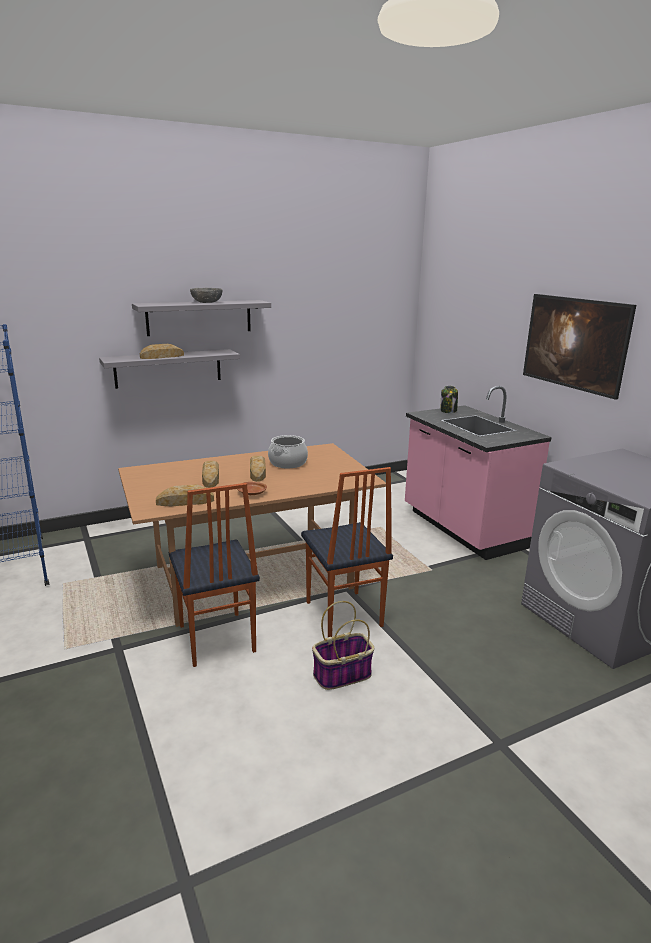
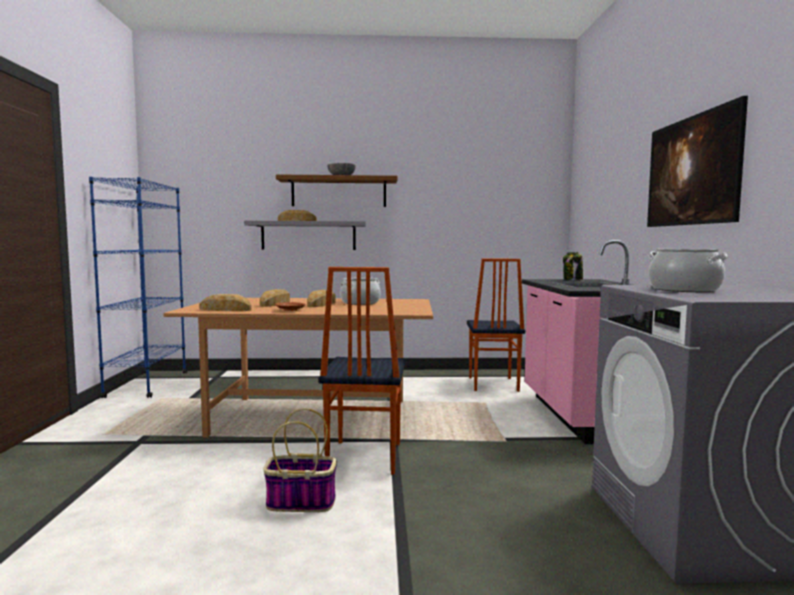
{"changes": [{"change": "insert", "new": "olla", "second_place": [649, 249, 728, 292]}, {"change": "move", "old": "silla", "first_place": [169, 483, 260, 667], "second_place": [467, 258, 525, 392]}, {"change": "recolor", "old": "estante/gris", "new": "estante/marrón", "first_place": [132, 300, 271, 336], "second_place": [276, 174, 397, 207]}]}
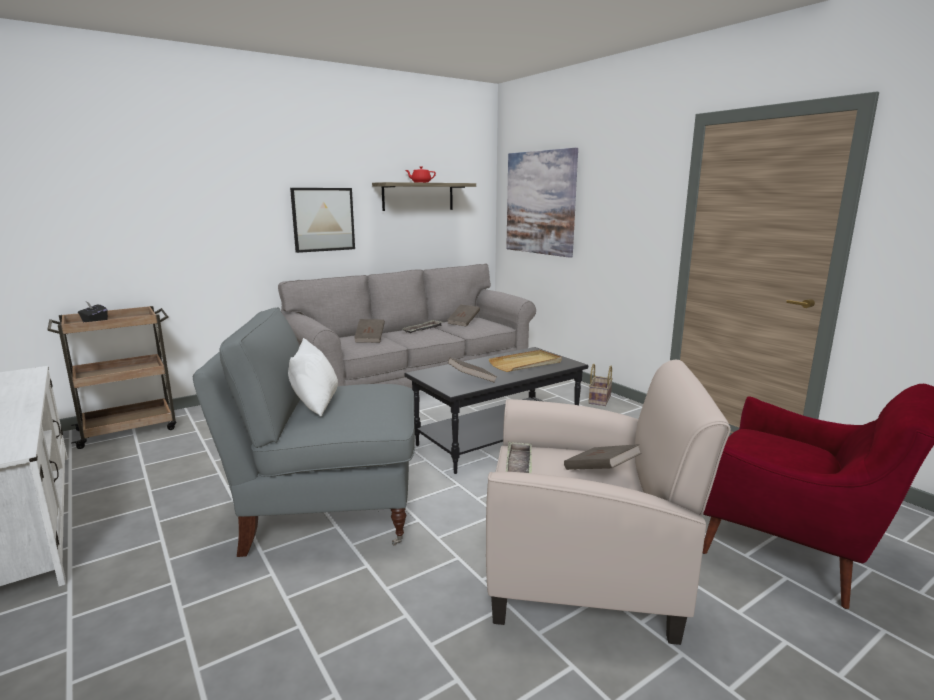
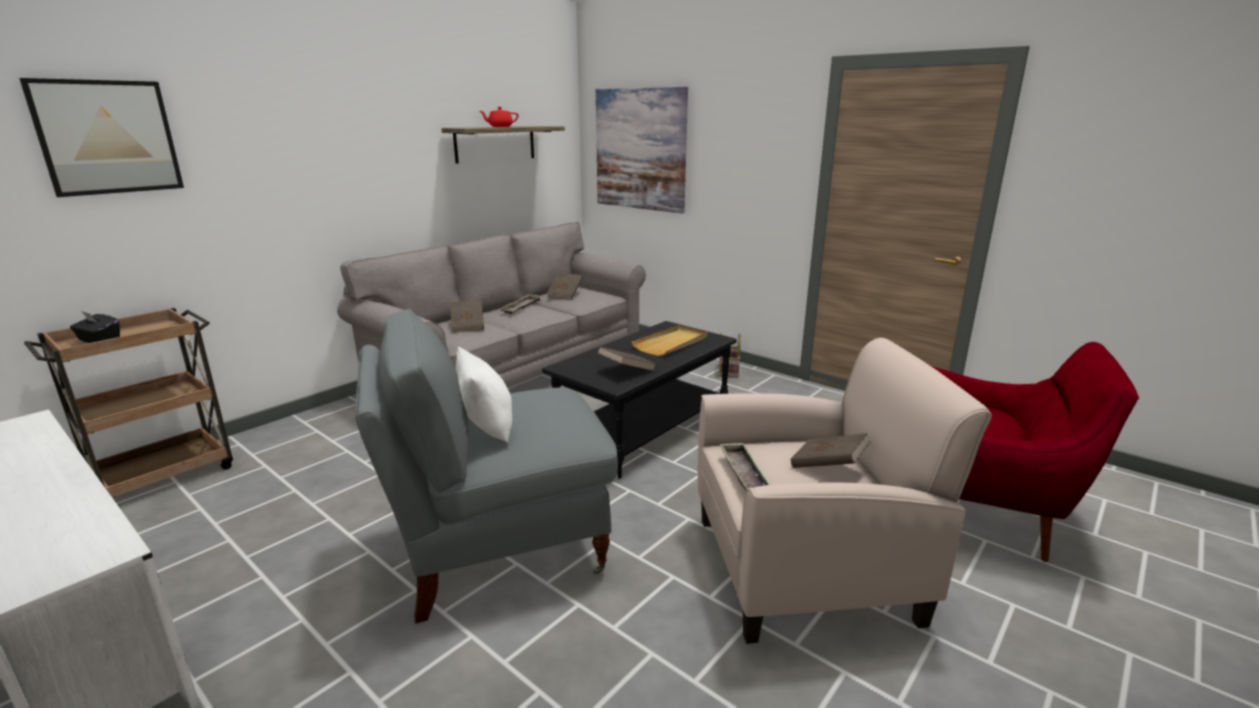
{"changes": [{"change": "move", "old": "cuadro", "first_place": [290, 188, 355, 253], "second_place": [19, 78, 184, 197]}]}
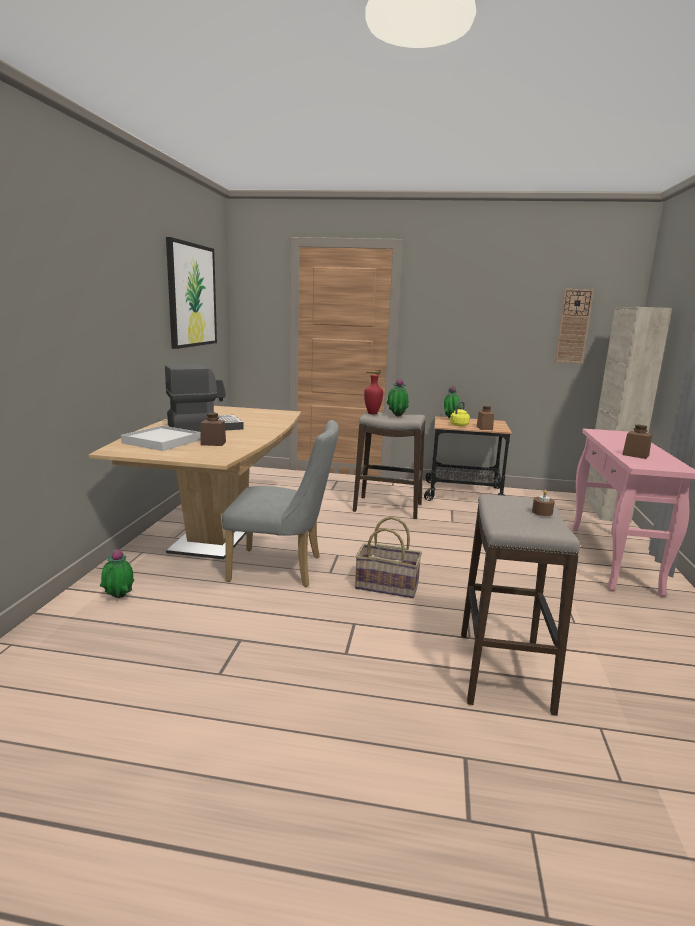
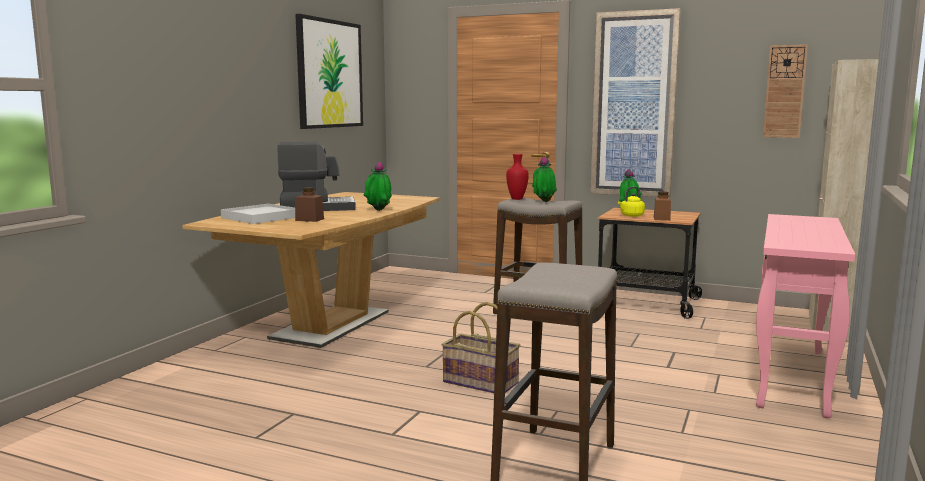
{"changes": [{"change": "delete", "old": "silla/gris", "first_place": [222, 420, 339, 587]}, {"change": "delete", "old": "vela/marrón", "first_place": [532, 490, 555, 516]}, {"change": "delete", "old": "tarro/marrón", "first_place": [622, 425, 652, 459]}, {"change": "insert", "new": "cuadro", "second_place": [590, 8, 681, 198]}, {"change": "move", "old": "planta en maceta", "first_place": [100, 549, 134, 598], "second_place": [364, 162, 392, 211]}]}
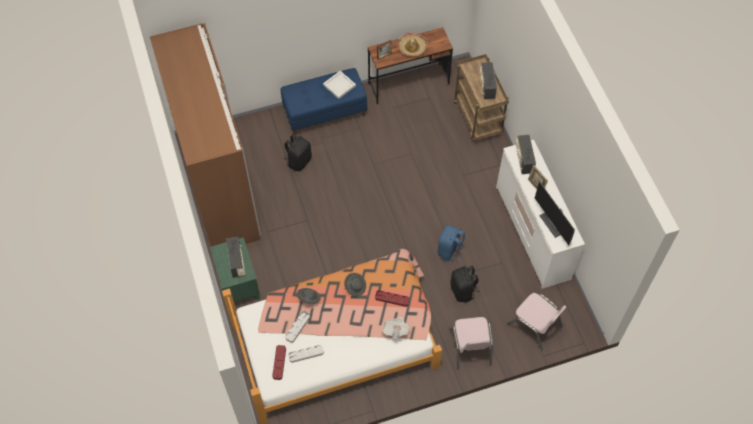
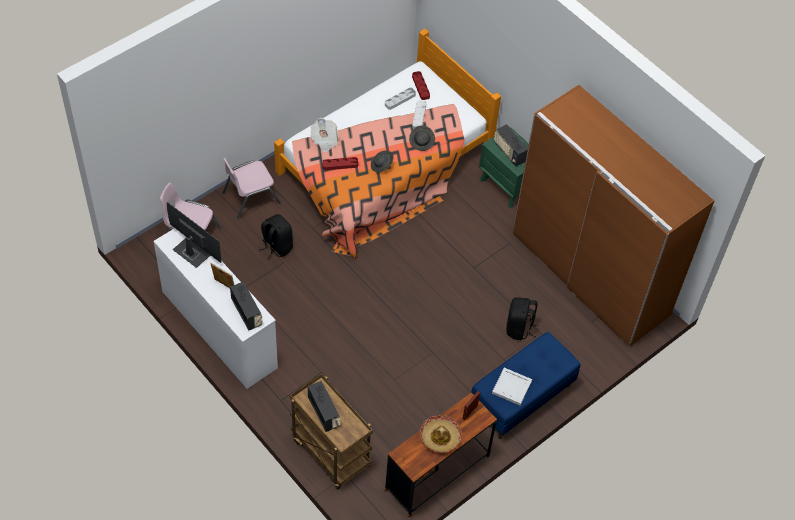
{"changes": [{"change": "delete", "old": "mochila/azul", "first_place": [438, 225, 467, 262]}, {"change": "rotate", "old": "silla/rosa", "first_place": [449, 317, 493, 369], "second_place": [223, 158, 281, 219], "degrees": -90}]}
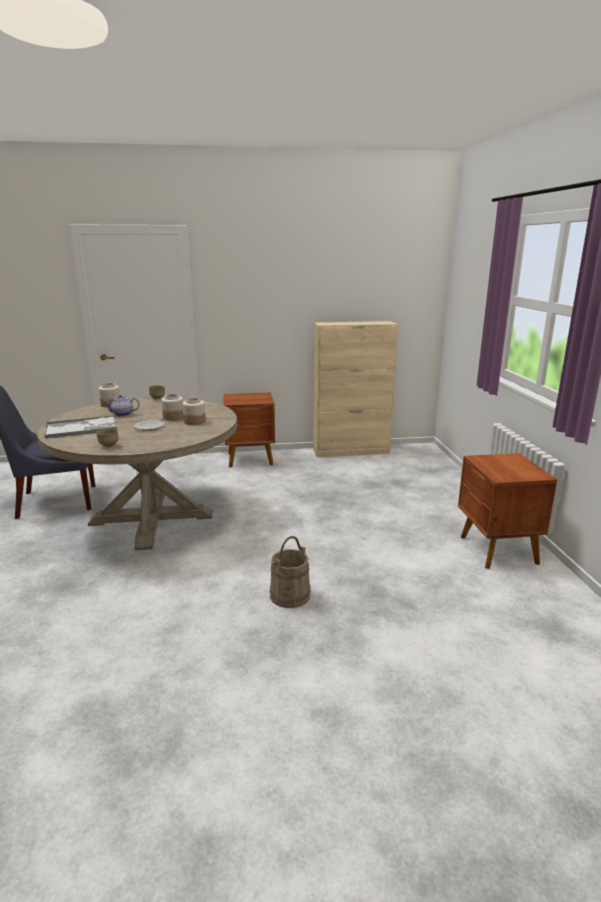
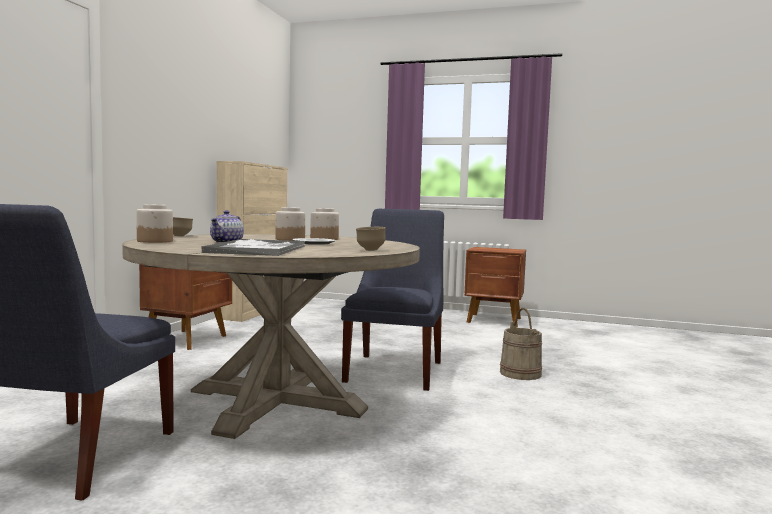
{"changes": [{"change": "insert", "new": "silla/azul", "second_place": [341, 209, 444, 391]}]}
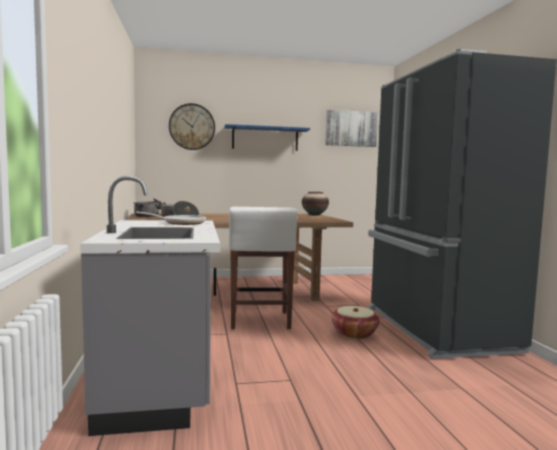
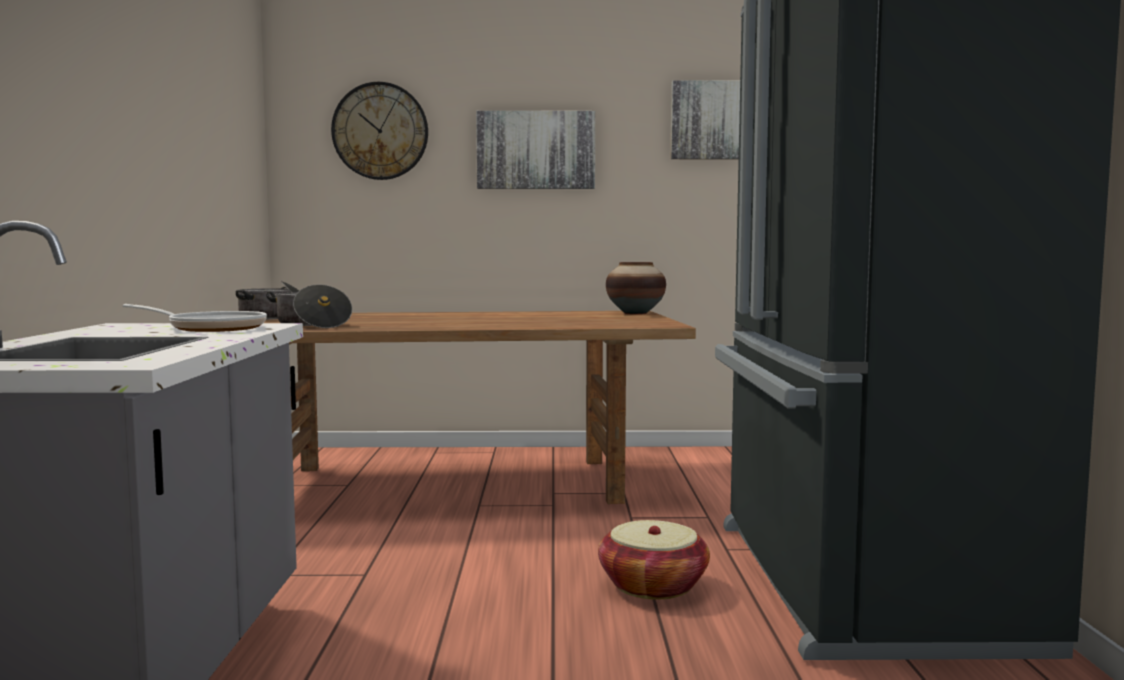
{"changes": [{"change": "delete", "old": "taburete/blanco", "first_place": [229, 207, 298, 329]}, {"change": "replace", "old": "estante/azul", "new": "cuadro", "first_place": [224, 124, 310, 151], "second_place": [476, 111, 595, 189]}]}
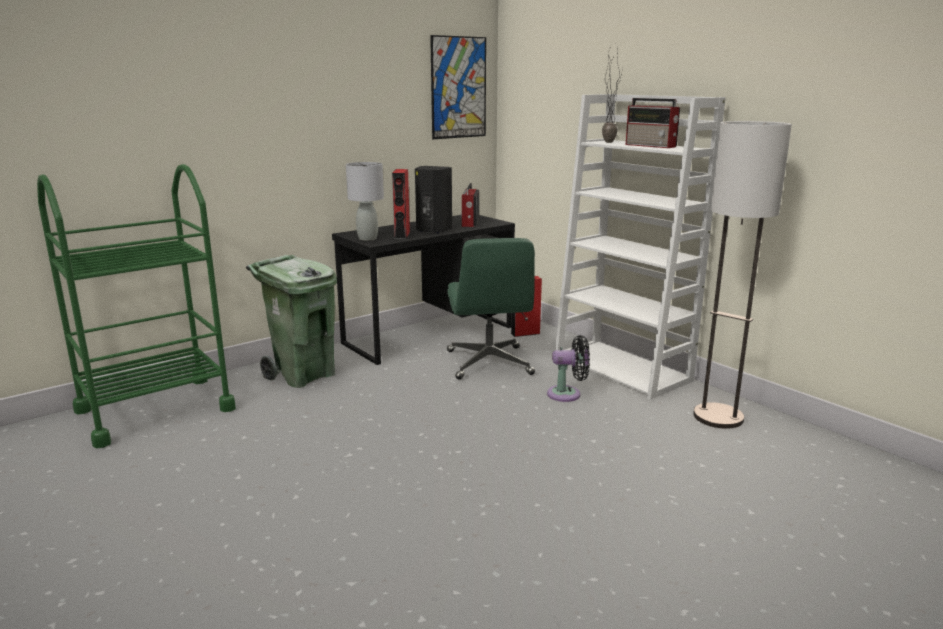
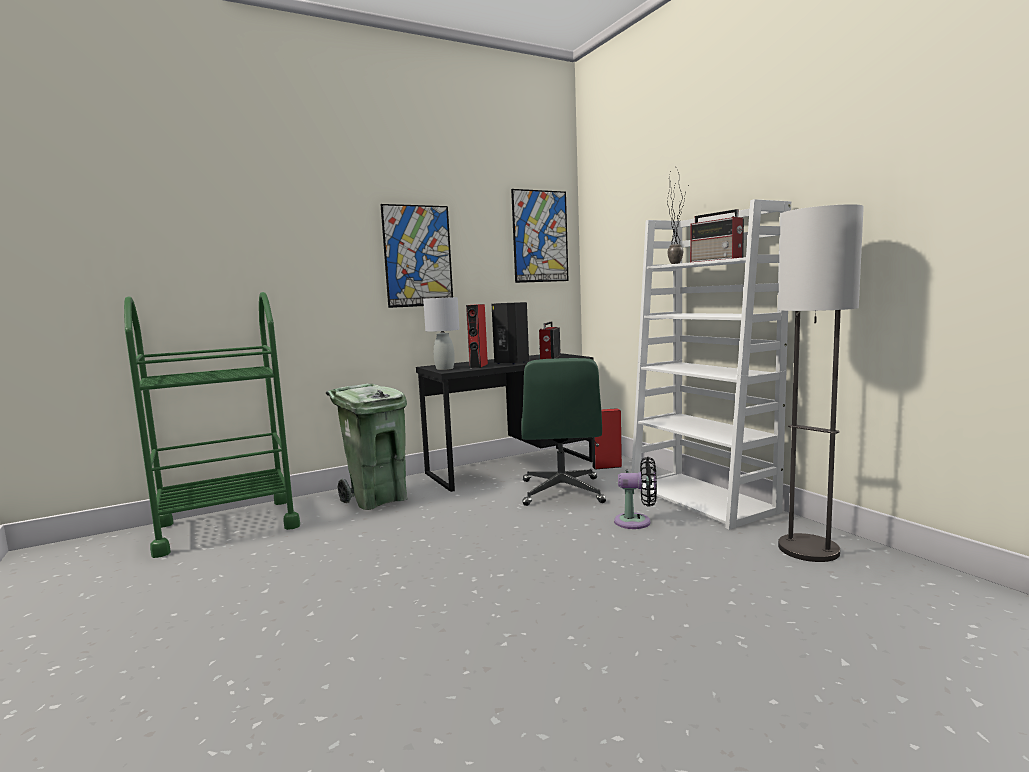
{"changes": [{"change": "insert", "new": "cuadro", "second_place": [380, 204, 453, 308]}]}
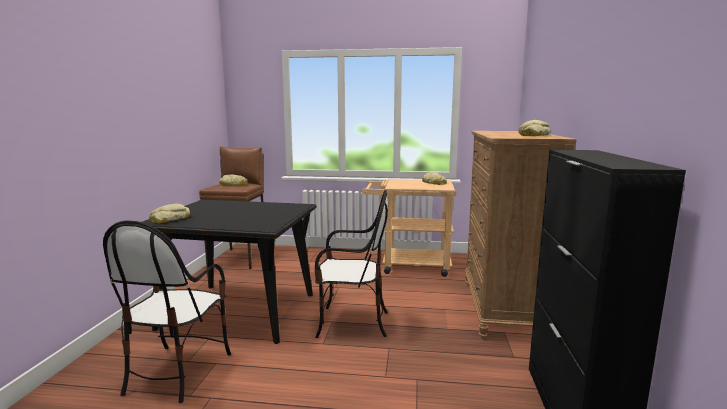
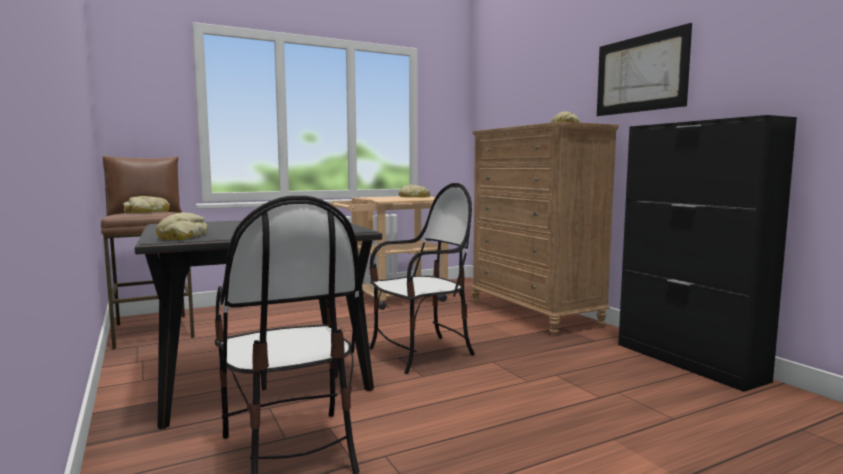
{"changes": [{"change": "insert", "new": "cuadro", "second_place": [597, 23, 692, 116]}]}
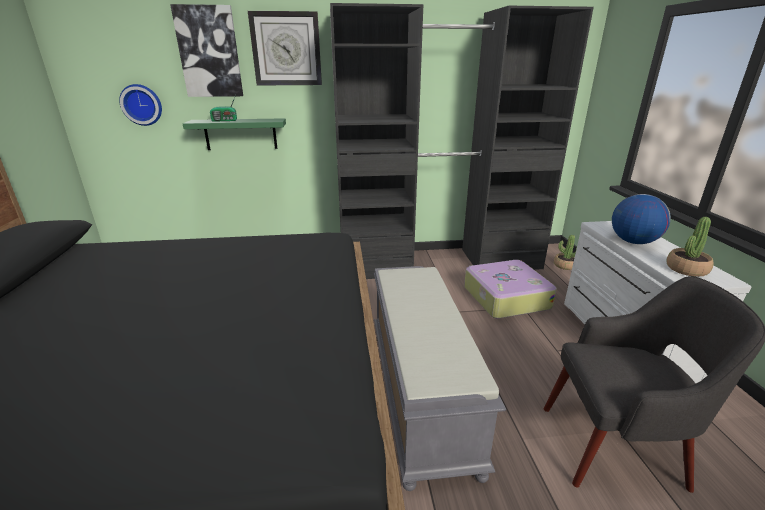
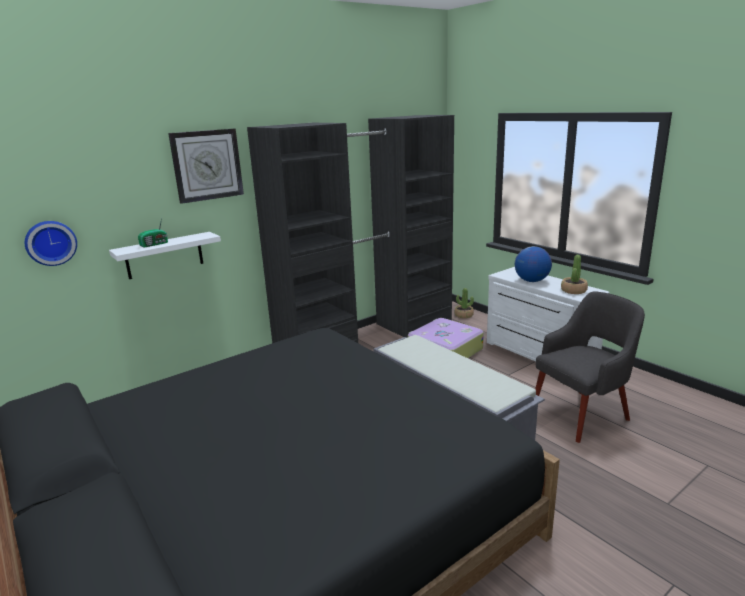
{"changes": [{"change": "delete", "old": "cuadro", "first_place": [170, 4, 243, 97]}, {"change": "recolor", "old": "estante/verde", "new": "estante/blanco", "first_place": [183, 118, 286, 150], "second_place": [109, 232, 221, 279]}]}
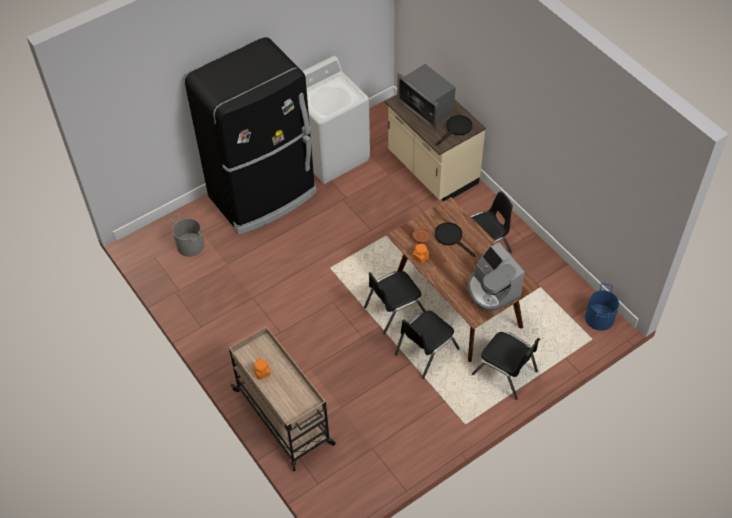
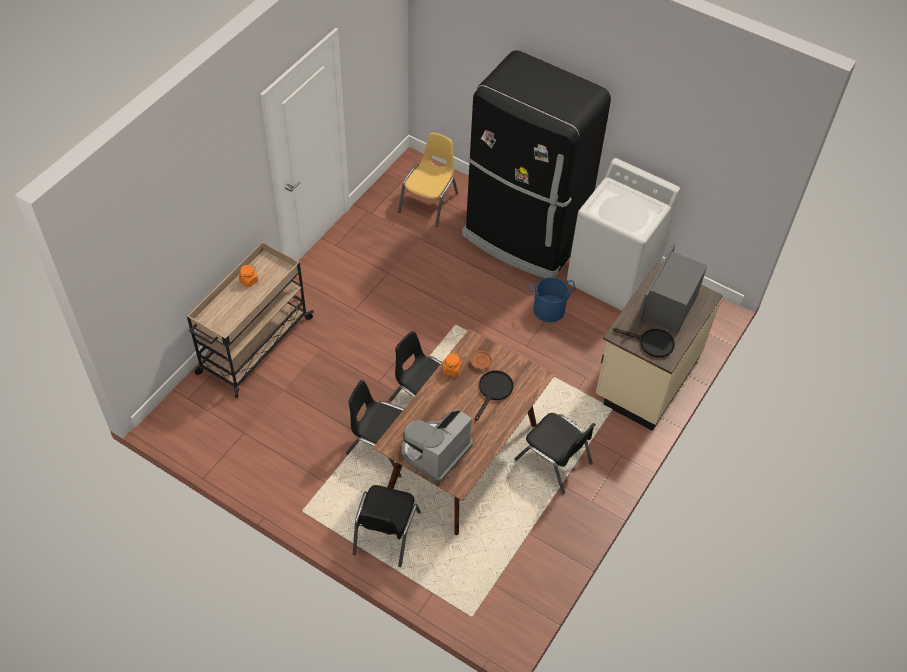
{"changes": [{"change": "move", "old": "cubo/azul", "first_place": [585, 283, 619, 331], "second_place": [530, 277, 576, 322]}, {"change": "replace", "old": "cubo/gris", "new": "silla/amarillo", "first_place": [171, 213, 204, 257], "second_place": [398, 133, 458, 227]}]}
